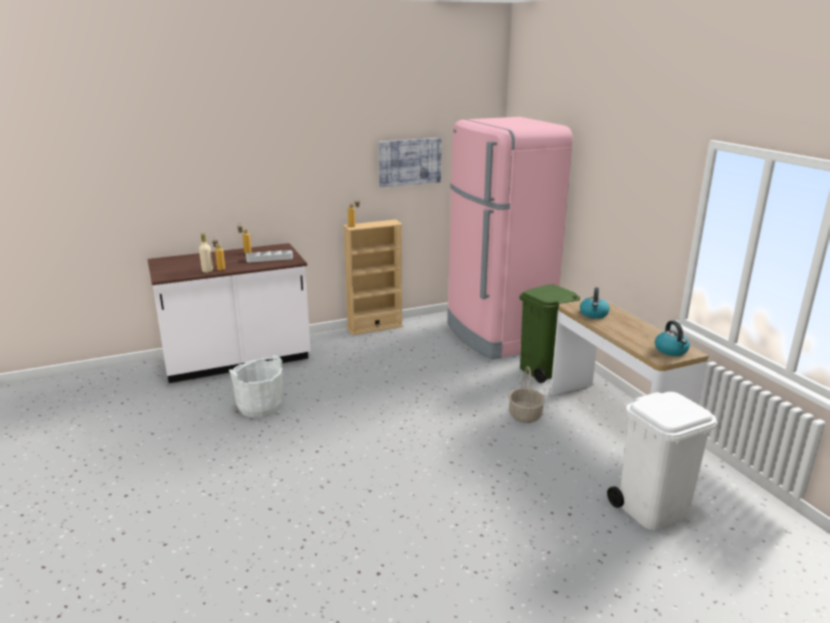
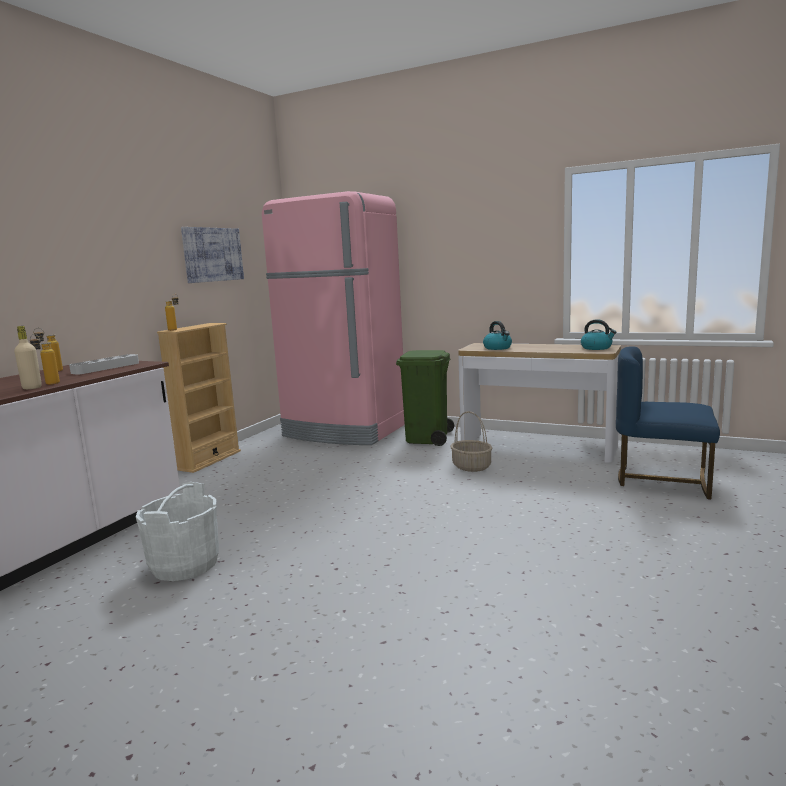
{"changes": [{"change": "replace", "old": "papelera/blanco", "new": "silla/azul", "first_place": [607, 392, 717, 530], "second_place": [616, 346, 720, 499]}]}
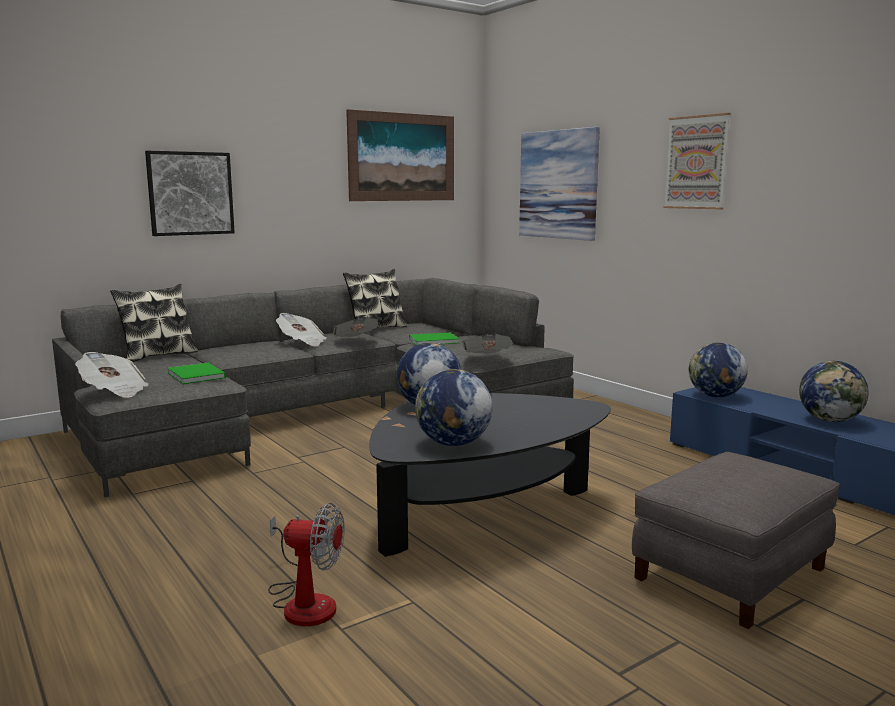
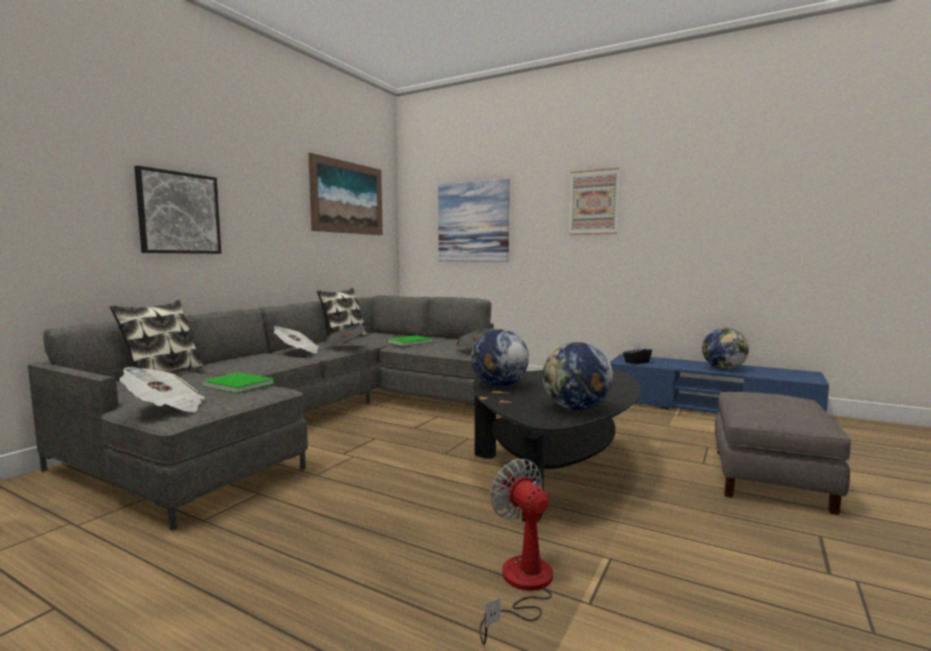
{"changes": [{"change": "replace", "old": "globo terráqueo", "new": "caja de pañuelos/negro", "first_place": [689, 342, 748, 397], "second_place": [623, 343, 652, 364]}, {"change": "rotate", "old": "ventilador", "first_place": [268, 503, 345, 626], "second_place": [479, 458, 553, 645], "degrees": -105}]}
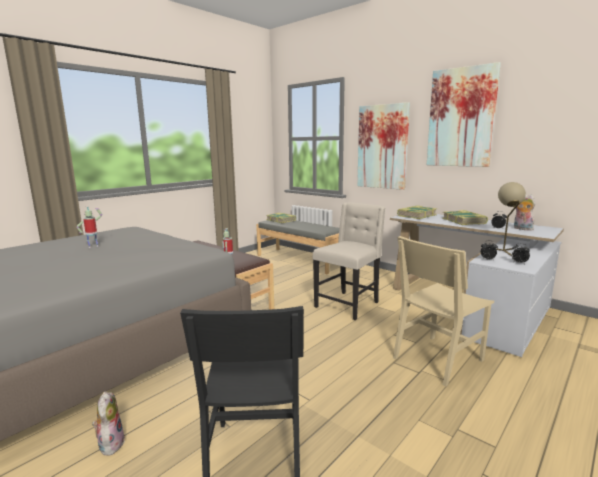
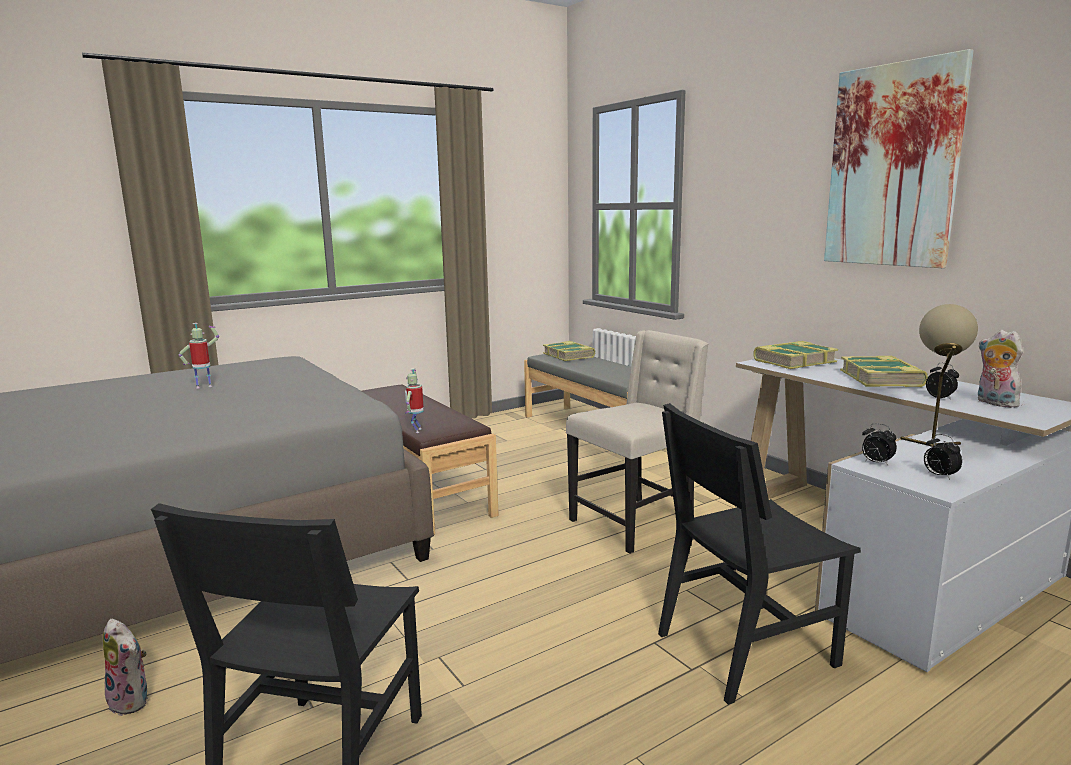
{"changes": [{"change": "delete", "old": "cuadro", "first_place": [357, 102, 410, 190]}, {"change": "recolor", "old": "silla/beis", "new": "silla/negro", "first_place": [393, 236, 494, 387], "second_place": [658, 403, 861, 705]}, {"change": "rotate", "old": "peluche", "first_place": [92, 392, 125, 456], "second_place": [103, 619, 148, 716], "degrees": 120}]}
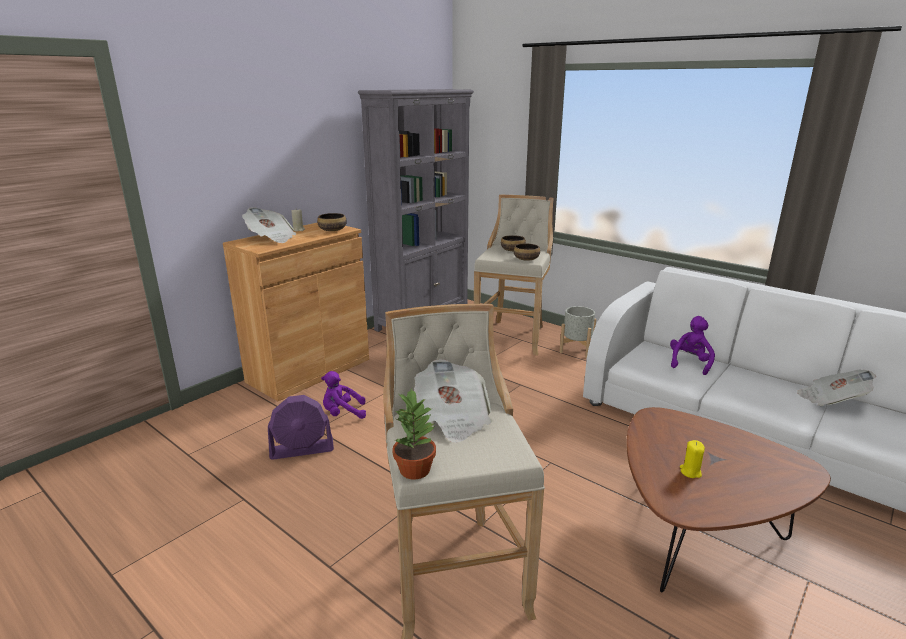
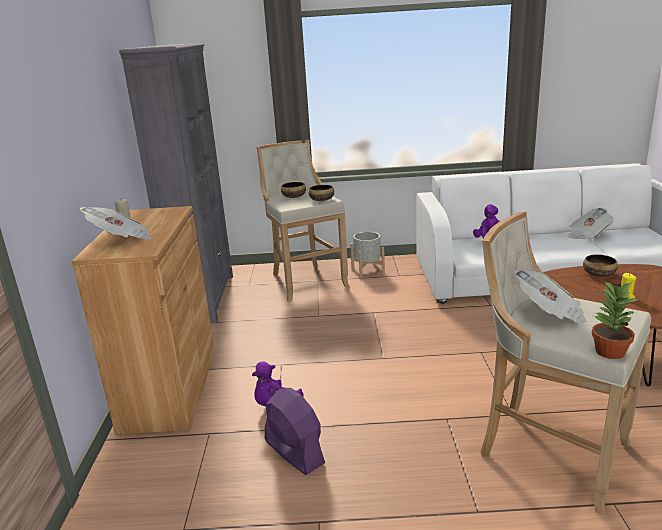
{"changes": [{"change": "move", "old": "cuenco", "first_place": [317, 213, 347, 231], "second_place": [583, 254, 618, 277]}, {"change": "rotate", "old": "ventilador/morado", "first_place": [268, 395, 334, 460], "second_place": [265, 388, 325, 475], "degrees": -75}]}
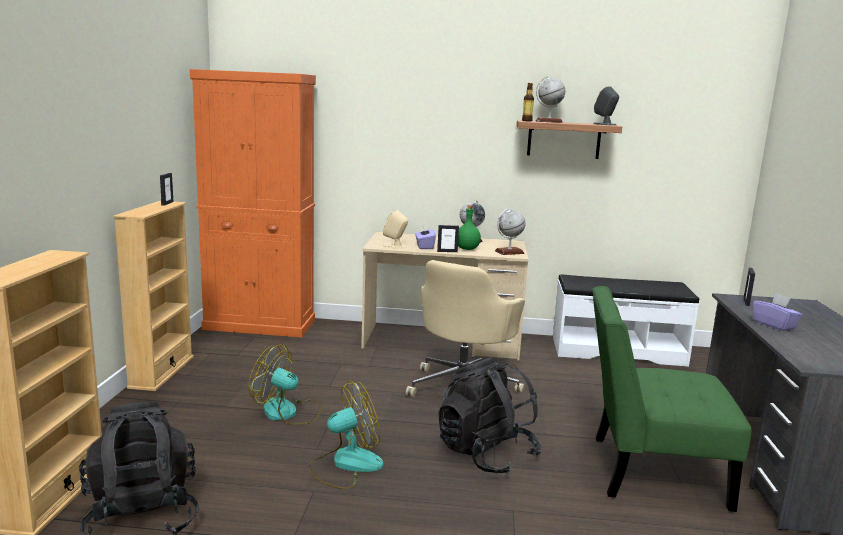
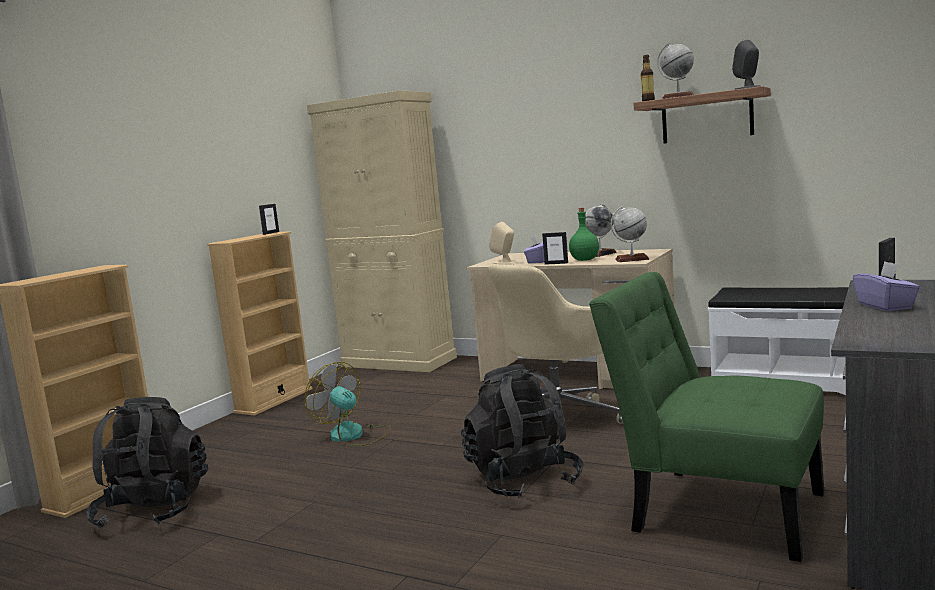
{"changes": [{"change": "delete", "old": "ventilador", "first_place": [309, 380, 384, 489]}, {"change": "recolor", "old": "armario/naranja", "new": "armario/beis", "first_place": [190, 69, 316, 337], "second_place": [307, 90, 457, 372]}]}
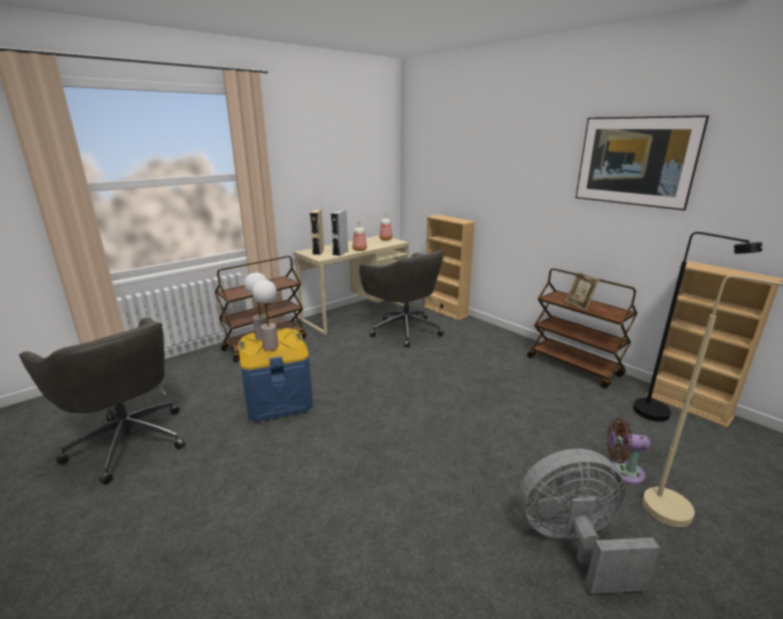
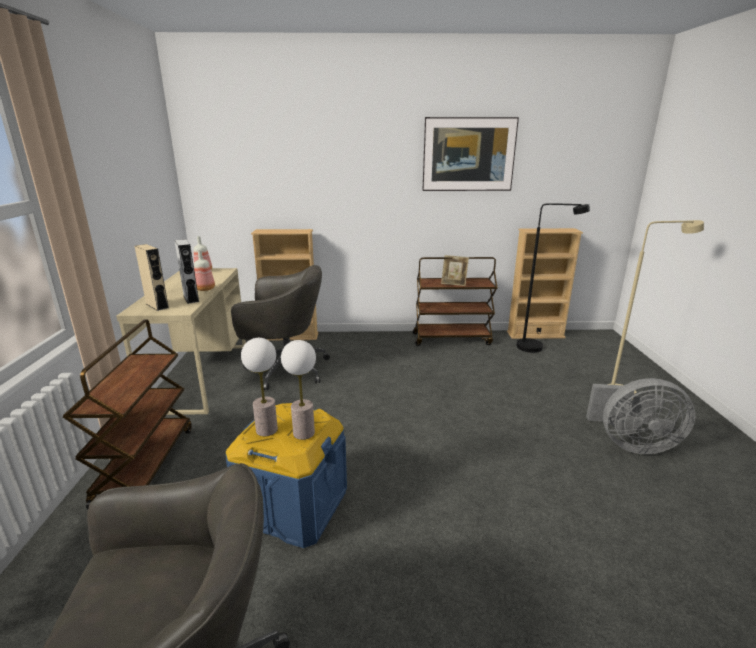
{"changes": [{"change": "delete", "old": "ventilador/marrón", "first_place": [607, 418, 650, 485]}, {"change": "rotate", "old": "ventilador/gris", "first_place": [519, 449, 660, 594], "second_place": [586, 378, 695, 454], "degrees": -120}]}
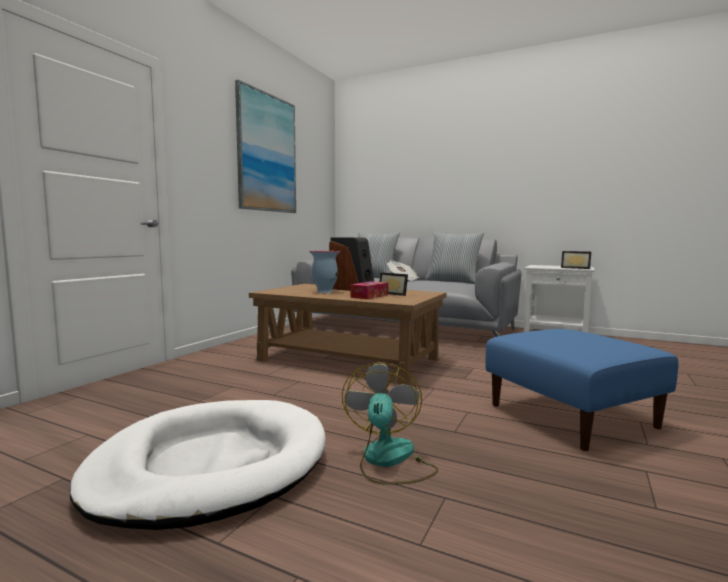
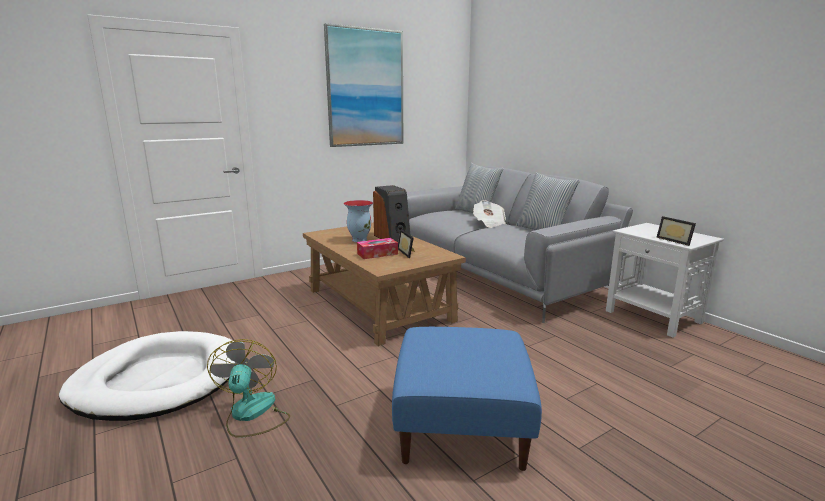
{"changes": [{"change": "rotate", "old": "ventilador", "first_place": [342, 363, 438, 485], "second_place": [207, 339, 290, 438], "degrees": -45}]}
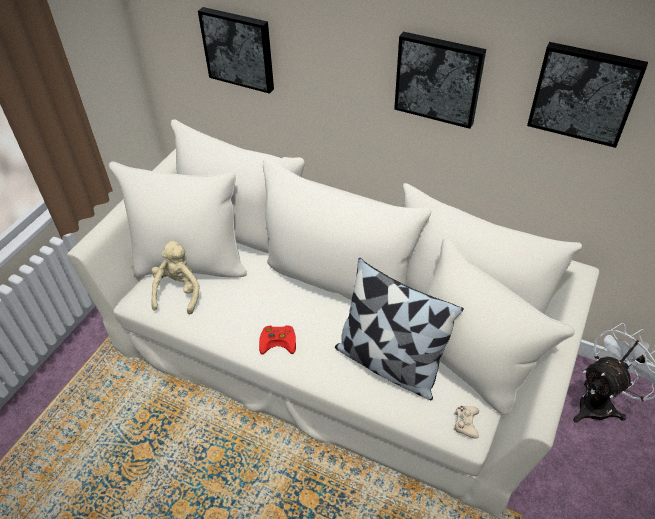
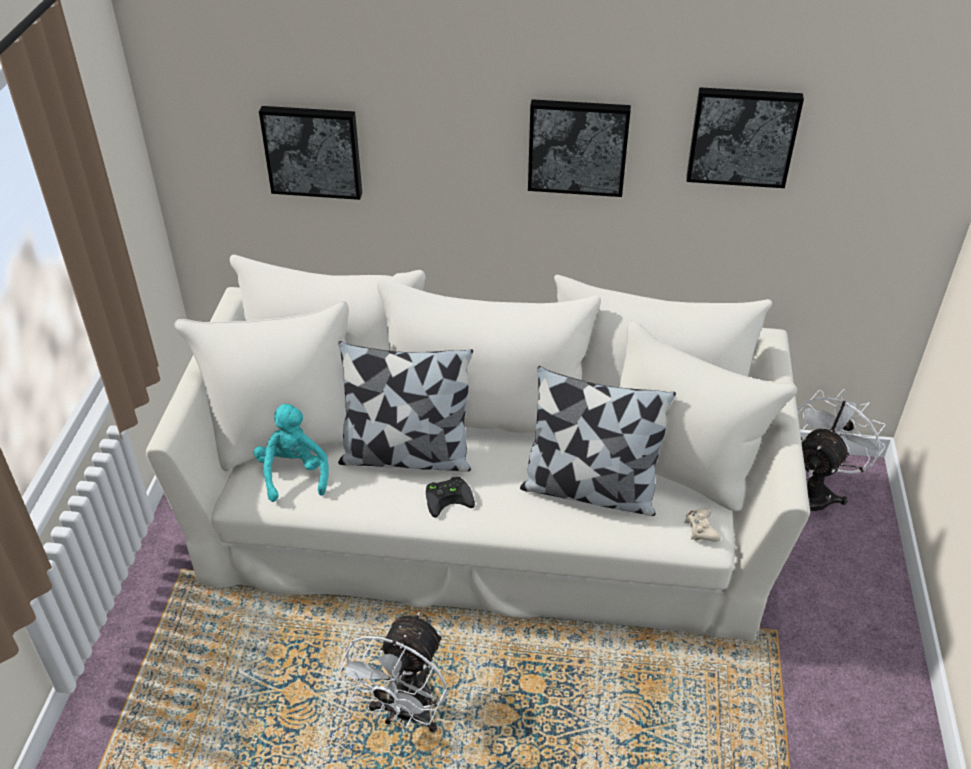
{"changes": [{"change": "insert", "new": "ventilador/blanco", "second_place": [336, 612, 448, 732]}, {"change": "insert", "new": "cojín", "second_place": [338, 341, 473, 472]}, {"change": "recolor", "old": "peluche/beis", "new": "peluche/turquesa", "first_place": [151, 241, 200, 315], "second_place": [253, 404, 329, 502]}, {"change": "recolor", "old": "mando de consola/rojo", "new": "mando de consola/negro", "first_place": [259, 325, 296, 354], "second_place": [426, 477, 475, 517]}]}
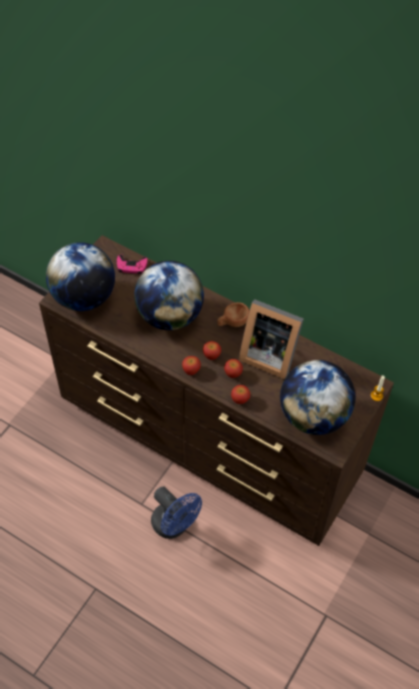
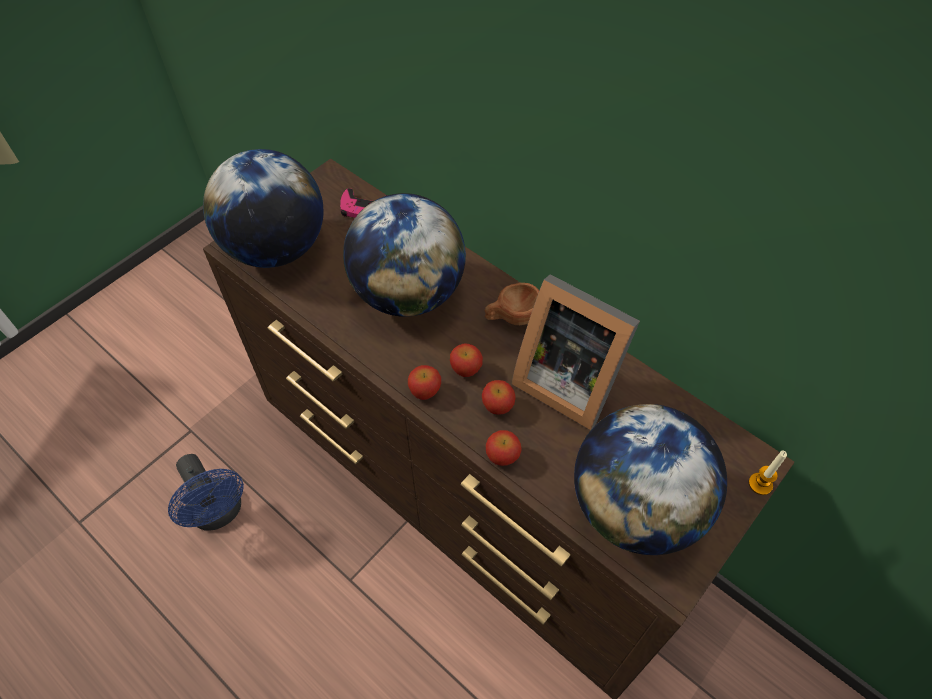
{"changes": [{"change": "move", "old": "ventilador/azul", "first_place": [151, 486, 202, 539], "second_place": [168, 454, 244, 531]}]}
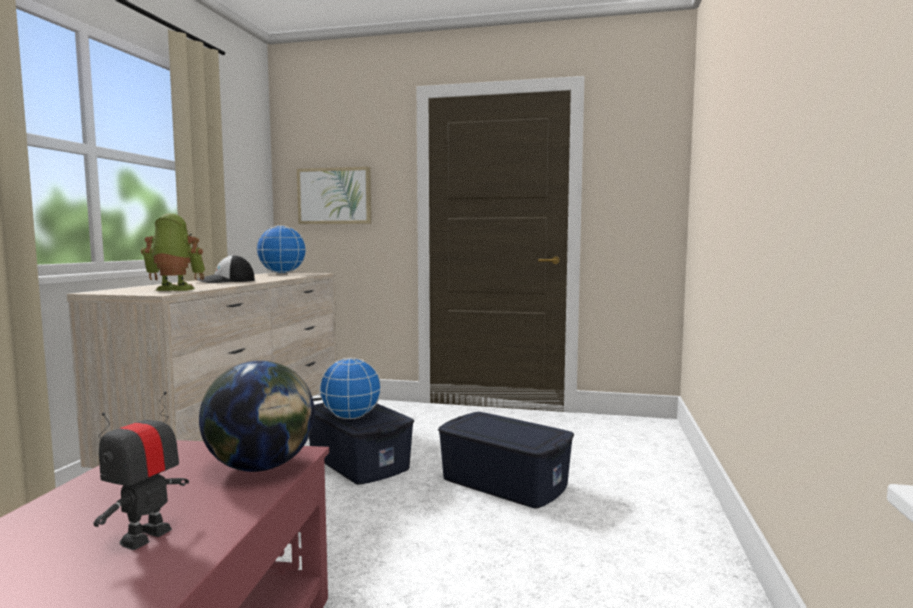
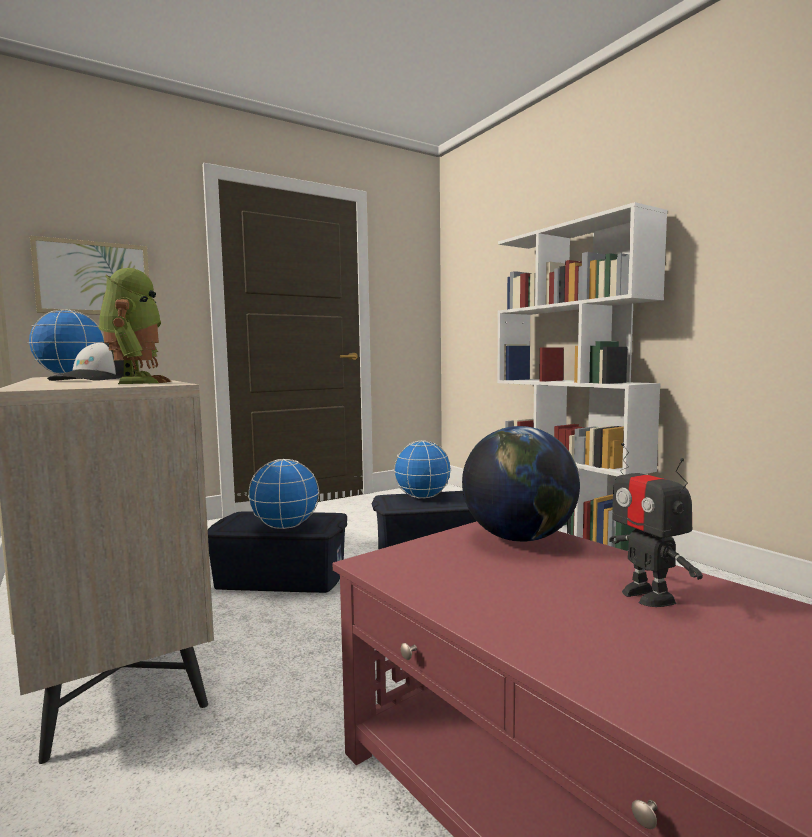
{"changes": [{"change": "insert", "new": "globo terráqueo", "second_place": [394, 440, 452, 499]}, {"change": "insert", "new": "estantería/blanco", "second_place": [497, 202, 667, 551]}, {"change": "rotate", "old": "robot de juguete", "first_place": [141, 213, 205, 291], "second_place": [99, 268, 171, 384], "degrees": 120}]}
